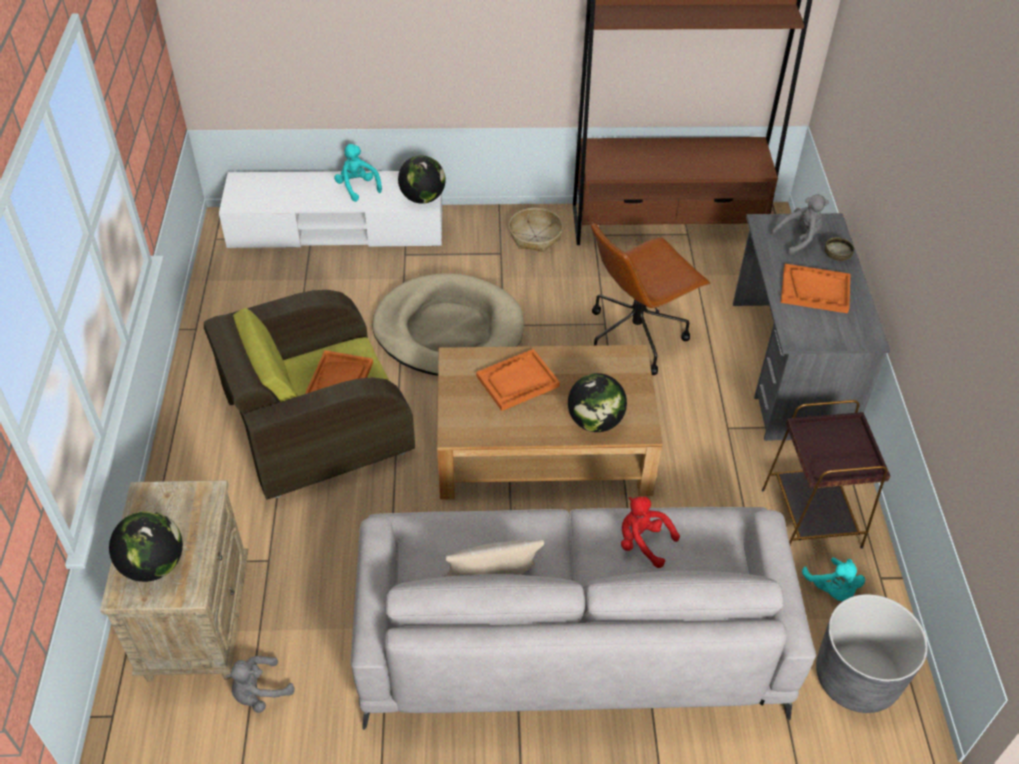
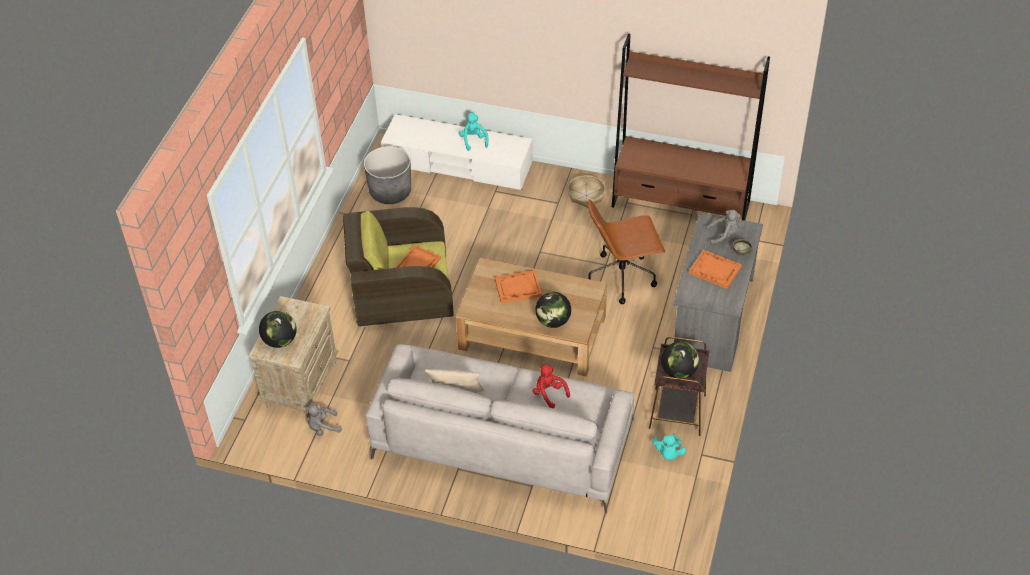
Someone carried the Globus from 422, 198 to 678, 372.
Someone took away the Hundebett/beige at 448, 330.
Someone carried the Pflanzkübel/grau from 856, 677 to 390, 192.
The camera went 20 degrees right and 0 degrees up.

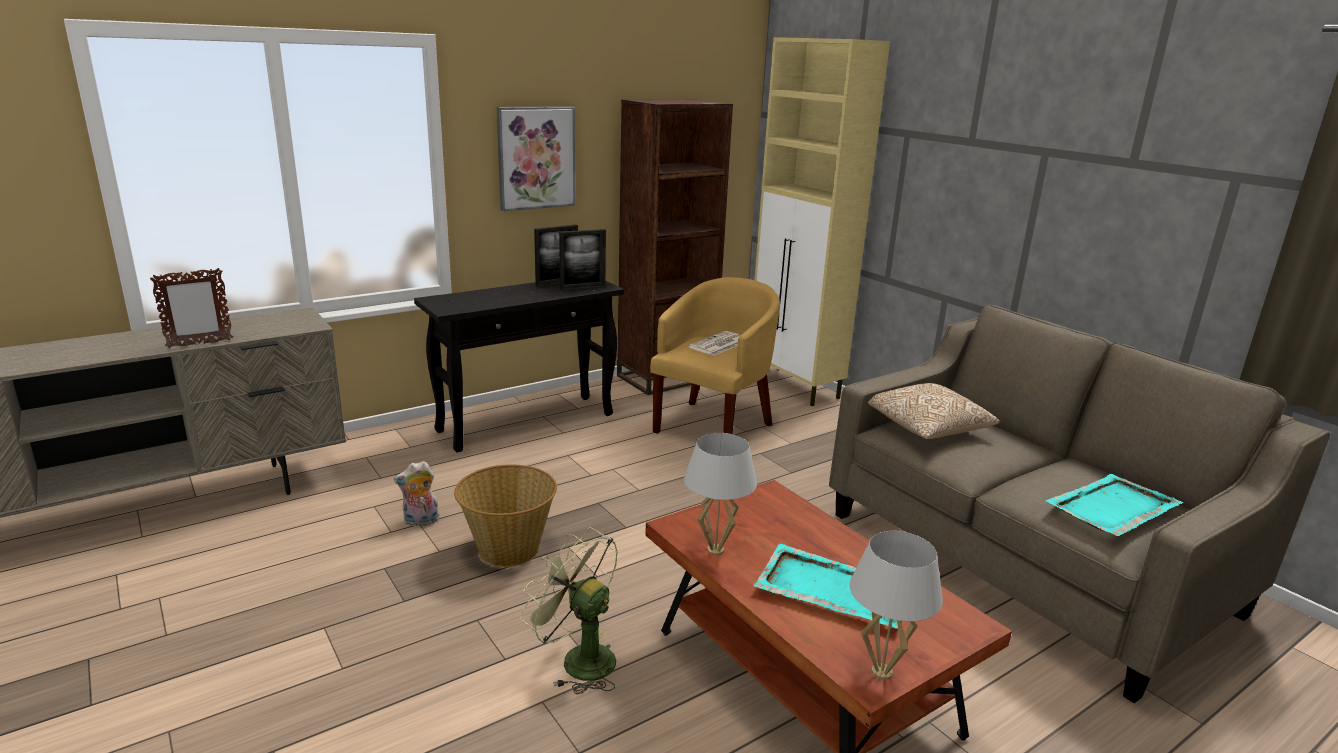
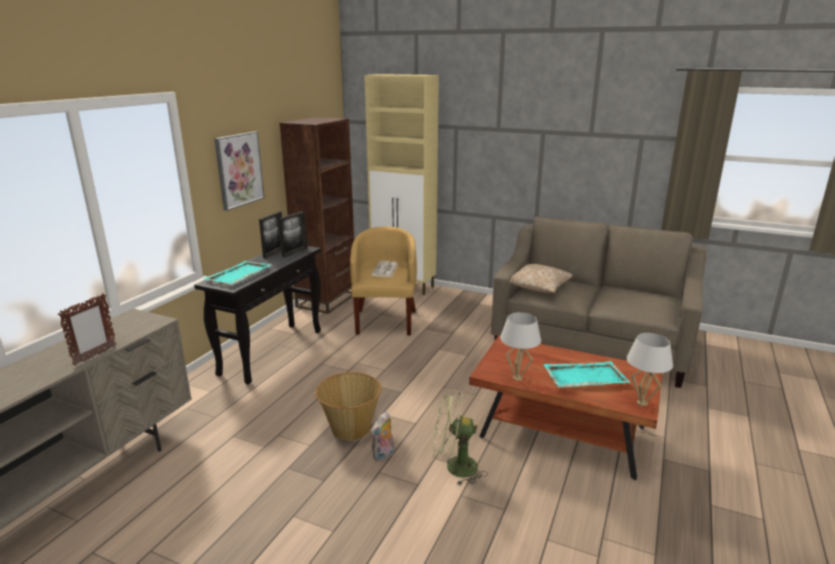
Someone carried the Plüschtier from 420, 521 to 384, 456.
Someone carried the Tablett/türkis from 1111, 508 to 238, 275.
The camera went 30 degrees left and 0 degrees up.

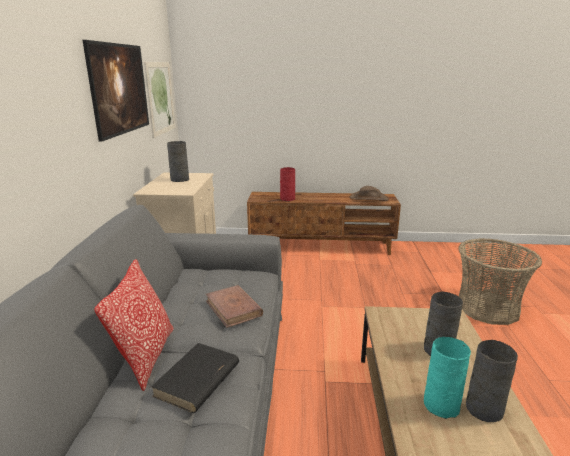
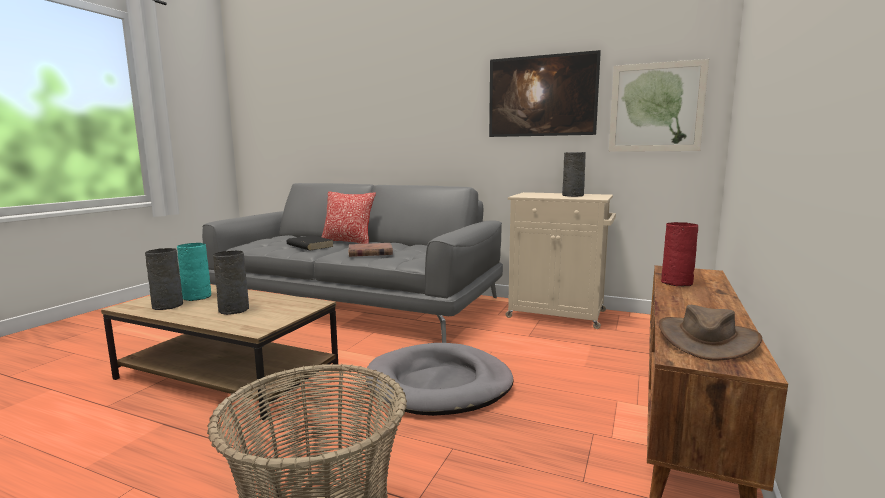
Someone put down the Hundebett/grau at 439, 384.
The camera went 110 degrees right and 10 degrees down.

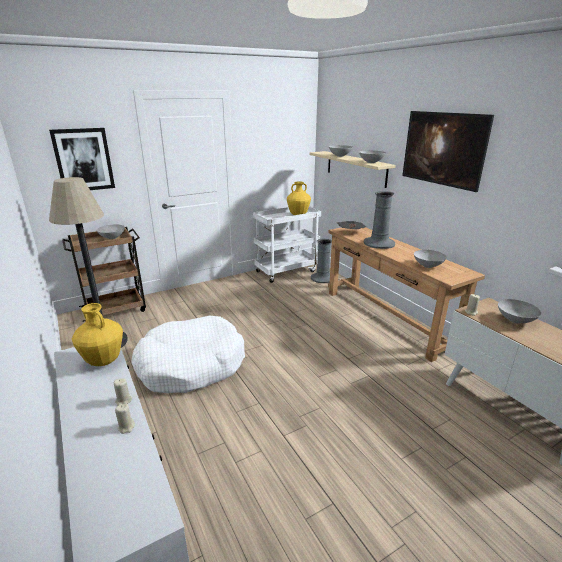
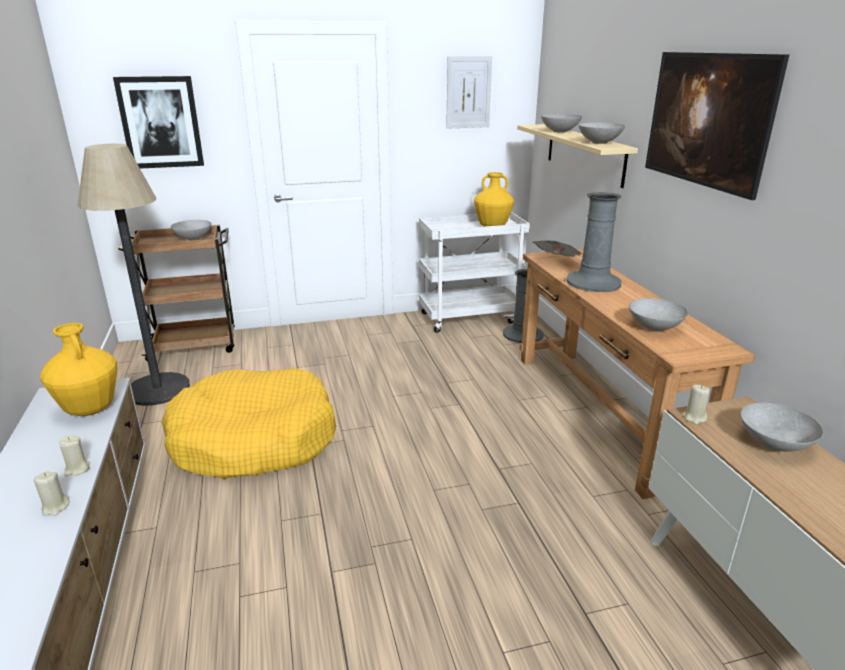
Someone repainted the Hundebett/weiß at 191, 365, which became the Hundebett/gelb at 253, 439.
Someone put up the Bild at 468, 92.
The camera went 15 degrees right and 0 degrees up.

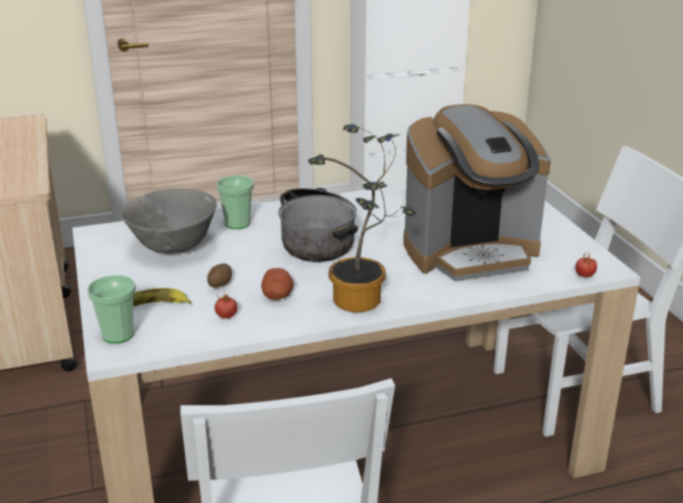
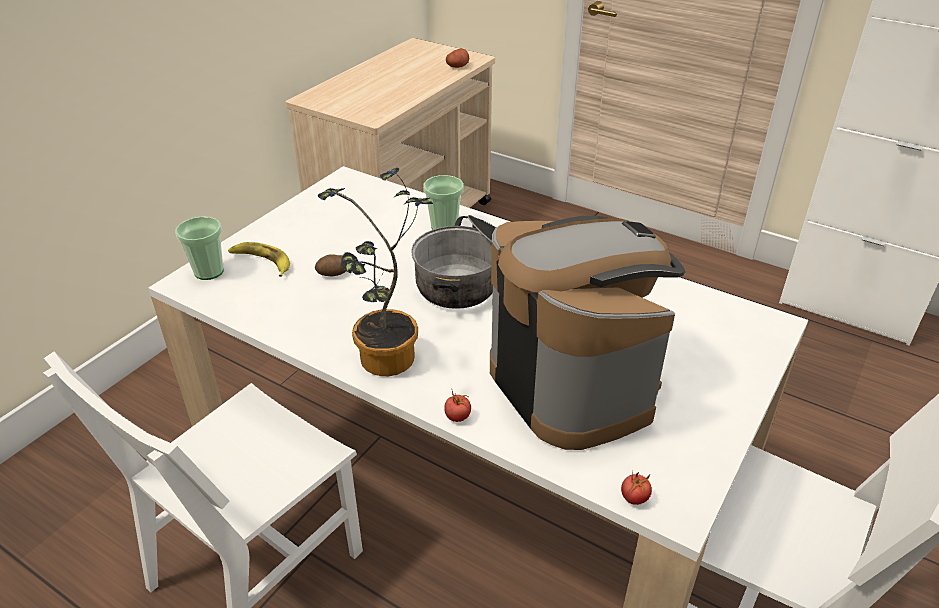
Someone rotated the Kaffeemaschine at 470, 252 by 150 degrees counterclockwise.
Someone took away the Schüssel/grau at 174, 248.
Someone carried the Kartoffel from 277, 295 to 457, 66.
Someone carried the Tomate from 226, 316 to 457, 417.
The camera went 50 degrees right and 10 degrees up.

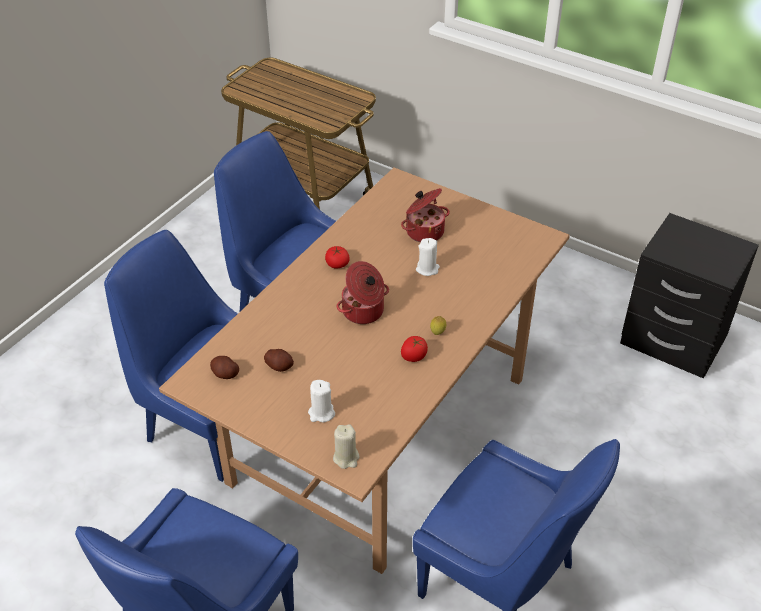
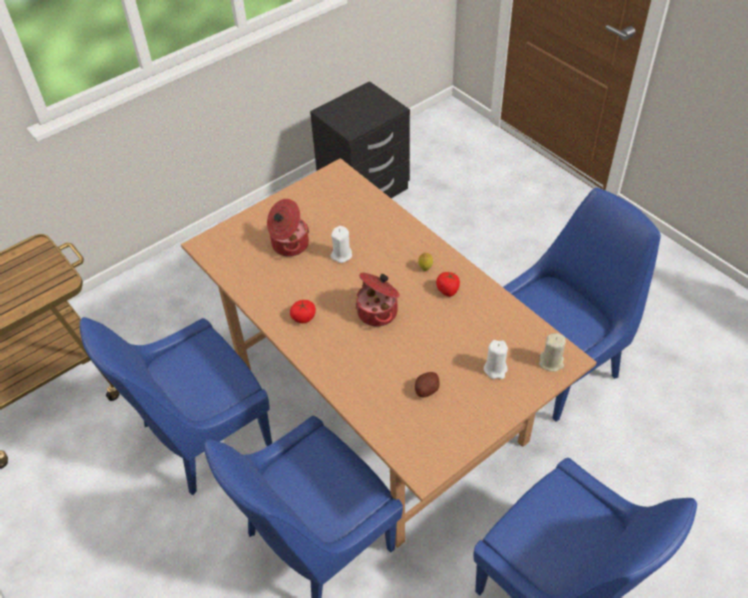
Someone took away the Kartoffel at 225, 374.
The camera went 70 degrees left and 5 degrees up.

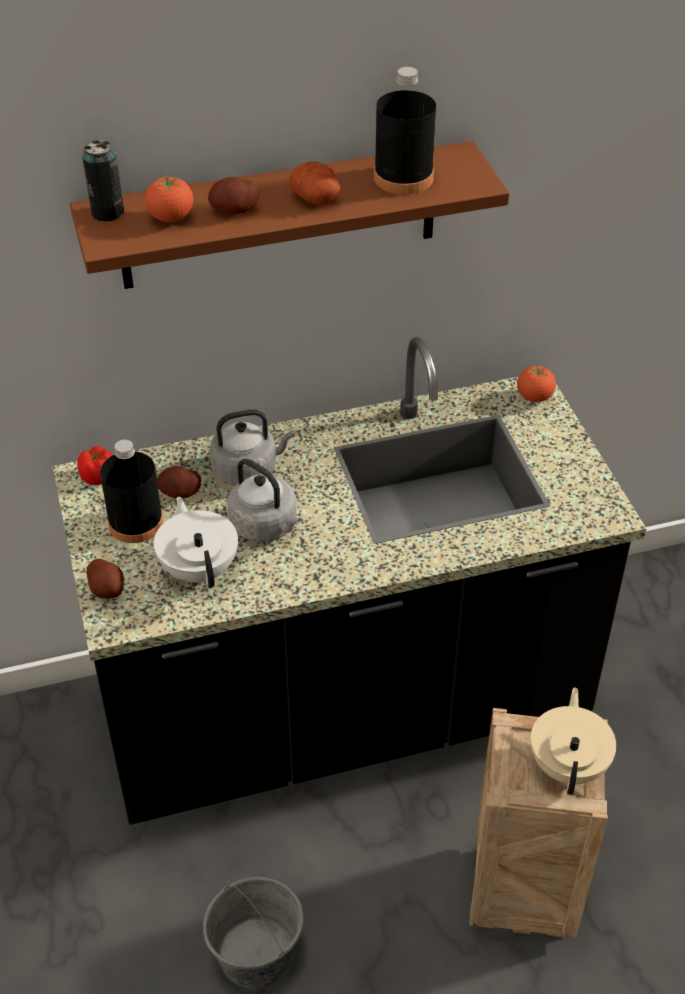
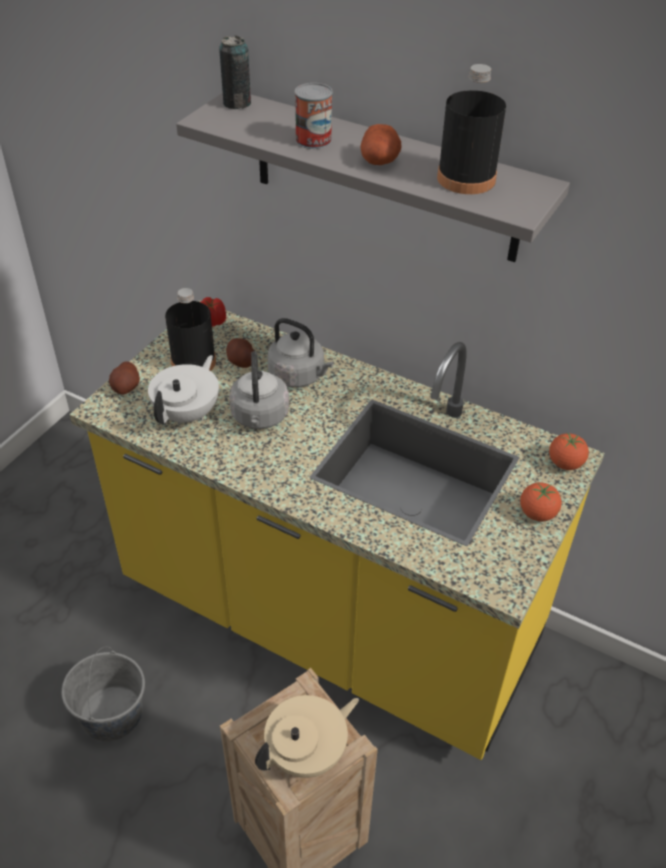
Someone repainted the Wandregal/braun at 279, 216, which became the Wandregal/grau at 384, 176.
Someone carried the Tomate from 171, 218 to 537, 513.
Someone swapped the Kartoffel at 234, 210 for the Dose at 313, 140.
Someone repainted the Küchenzeile/schwarz at 342, 713, which became the Küchenzeile/gelb at 329, 618.
The camera went 45 degrees right and 0 degrees up.

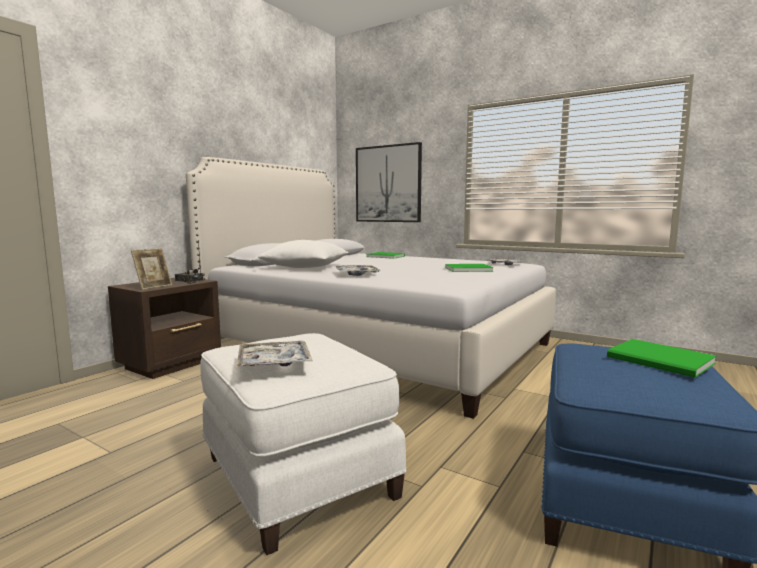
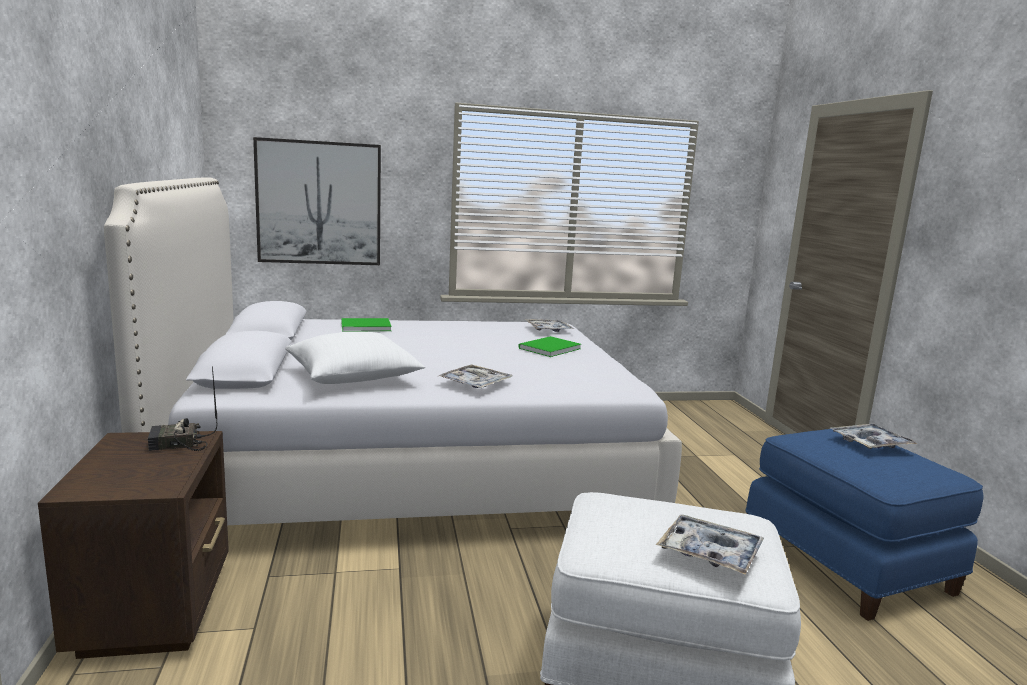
Someone took away the Bilderrahmen at 153, 287.
Someone swapped the Buch/grün at 662, 361 for the Tablett at 870, 443.
The camera went 45 degrees left and 5 degrees up.

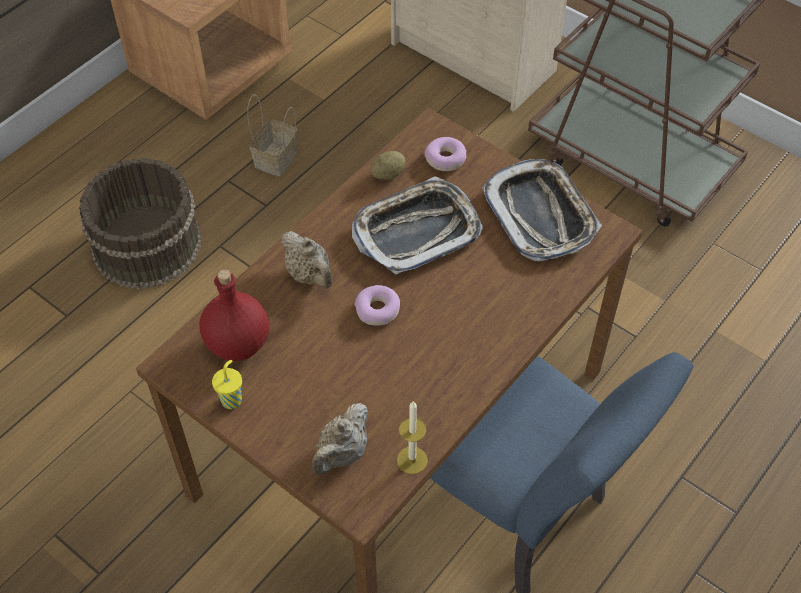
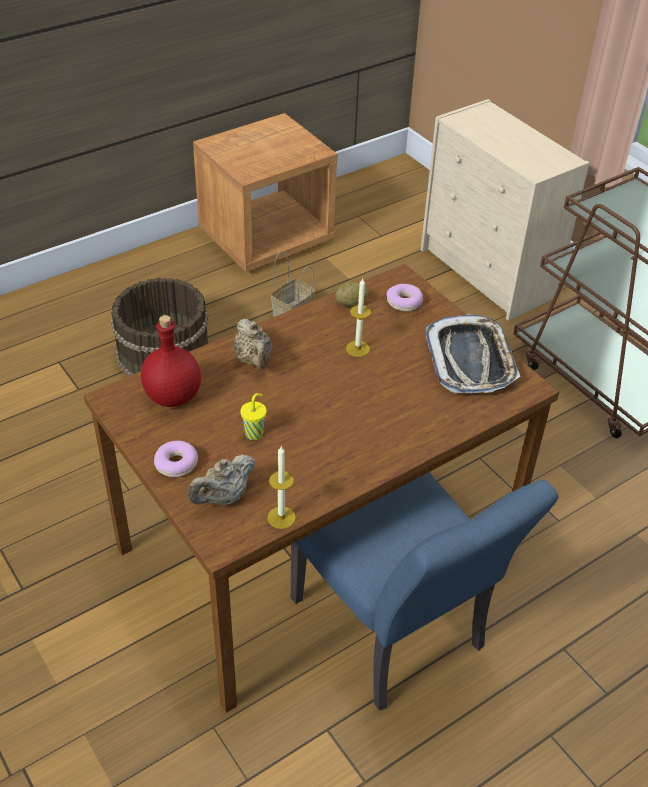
Someone swapped the Tablett at 416, 231 for the Kerze at 357, 349.
Someone carried the Donut from 377, 310 to 176, 464.
Someone carried the Tasse/gelb from 232, 399 to 254, 433.
The camera went 15 degrees right and 10 degrees down.

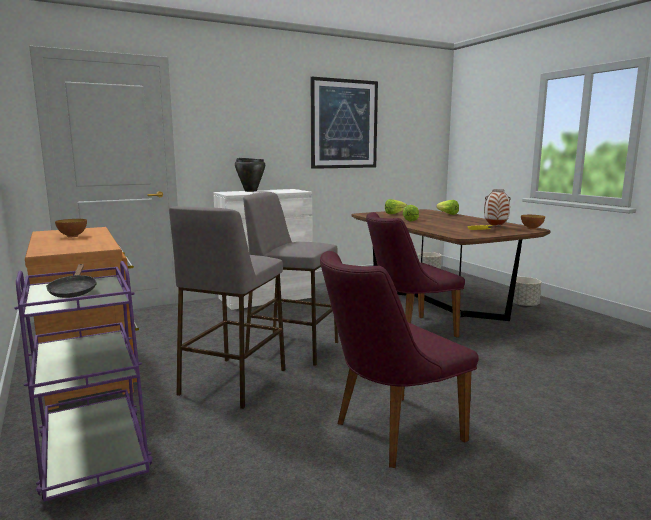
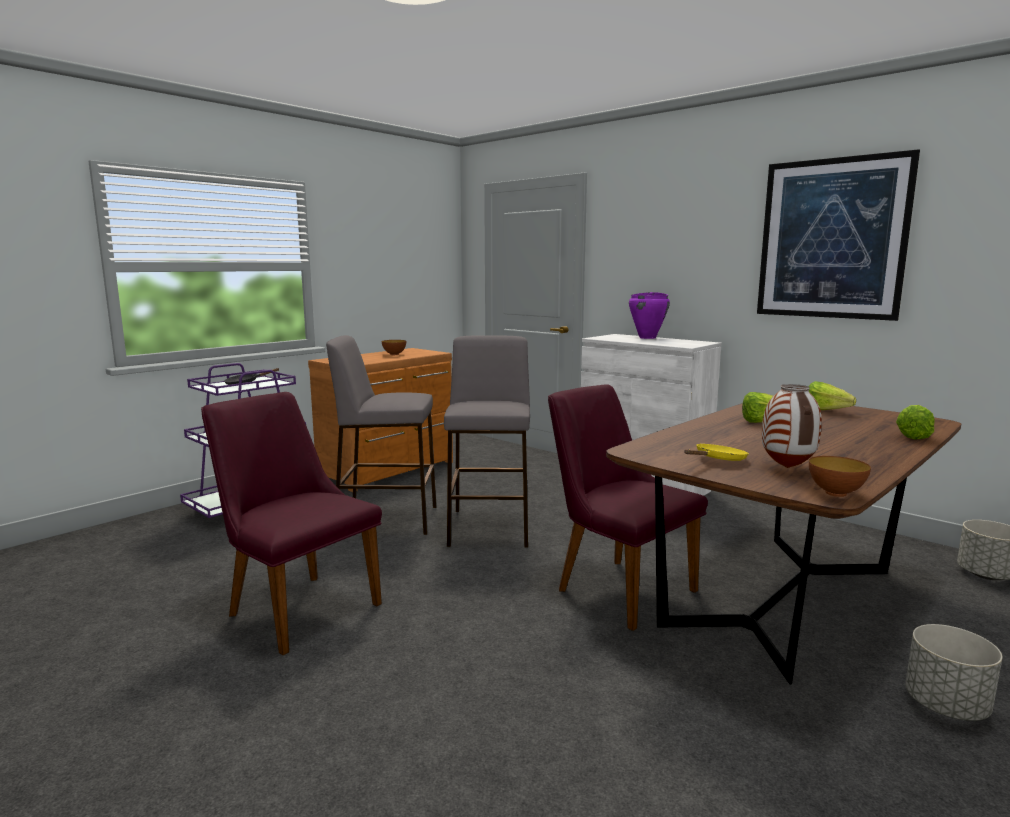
Someone repainted the Kochtopf/schwarz at 250, 191, which became the Kochtopf/lila at 647, 337.
The camera went 70 degrees right and 0 degrees up.

